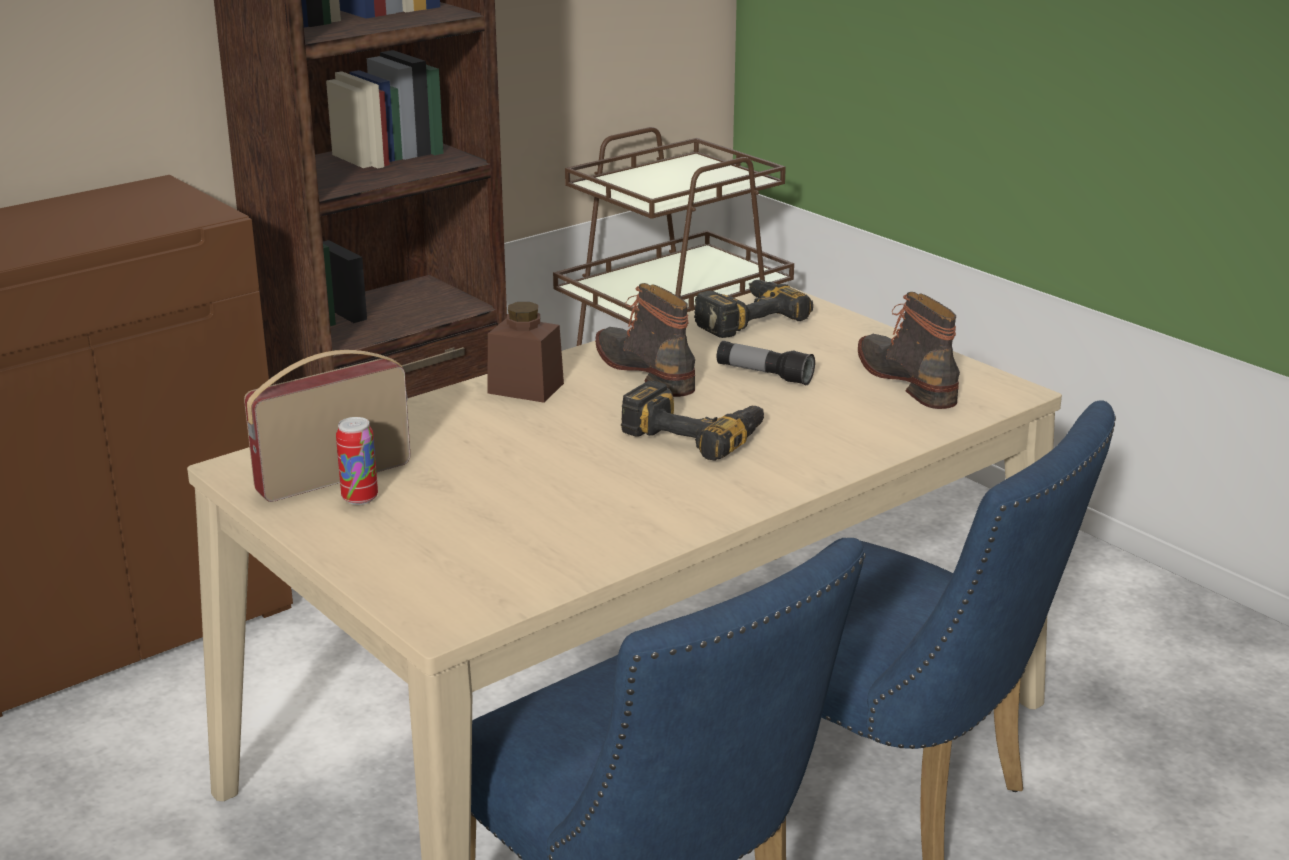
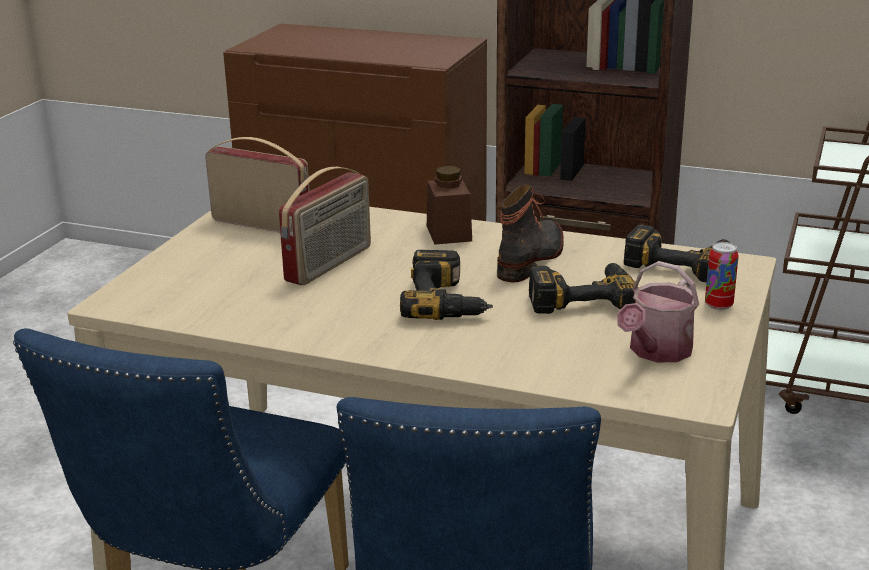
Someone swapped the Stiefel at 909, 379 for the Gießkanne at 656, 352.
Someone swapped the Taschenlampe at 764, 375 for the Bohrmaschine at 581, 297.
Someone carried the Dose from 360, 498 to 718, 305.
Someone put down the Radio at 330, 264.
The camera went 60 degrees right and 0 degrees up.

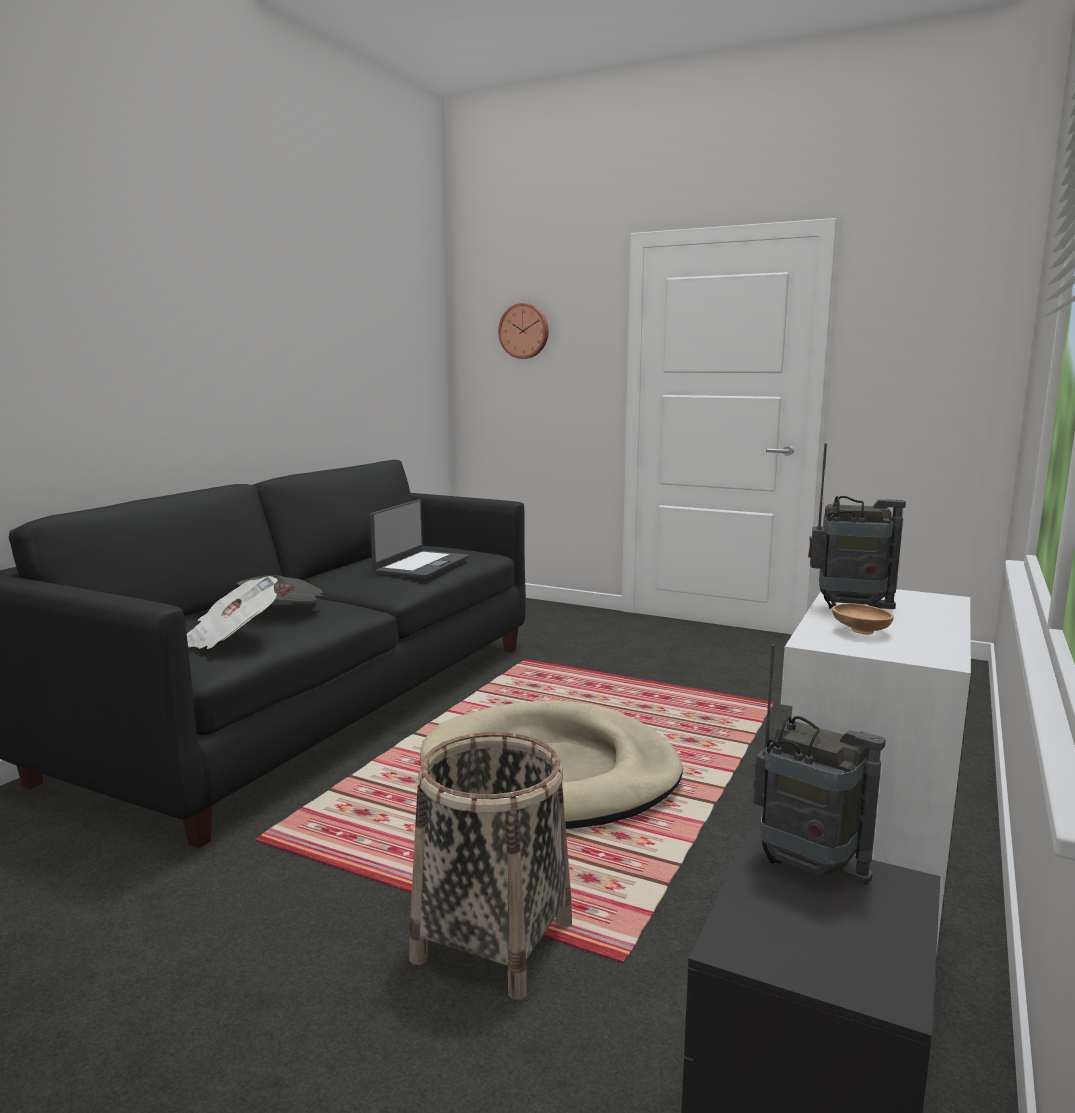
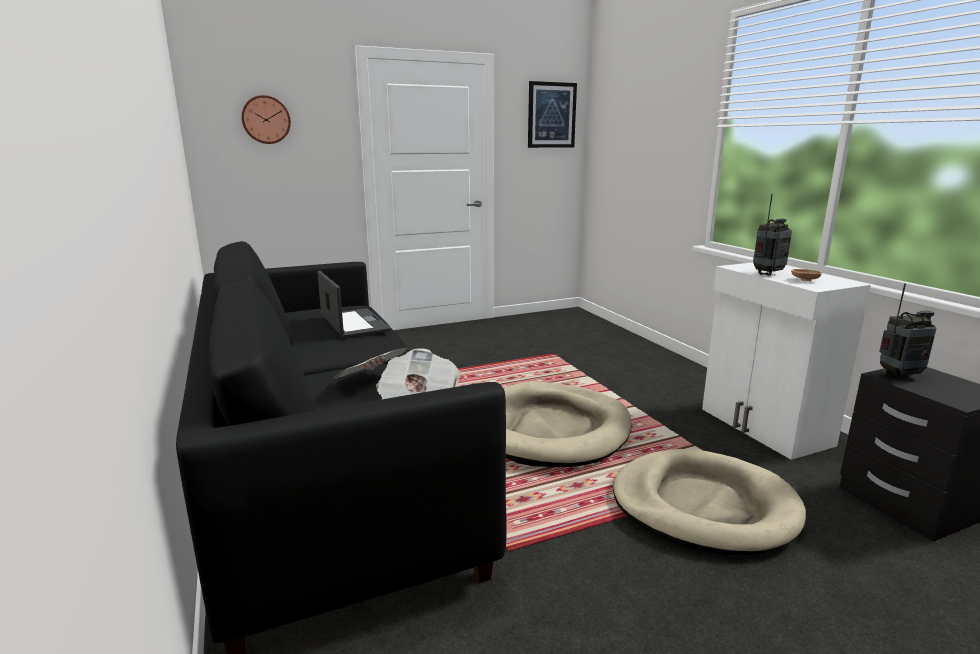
Someone swapped the Korb at 493, 941 for the Hundebett/beige at 703, 506.
Someone put up the Bild at 551, 115.
The camera went 50 degrees left and 5 degrees up.

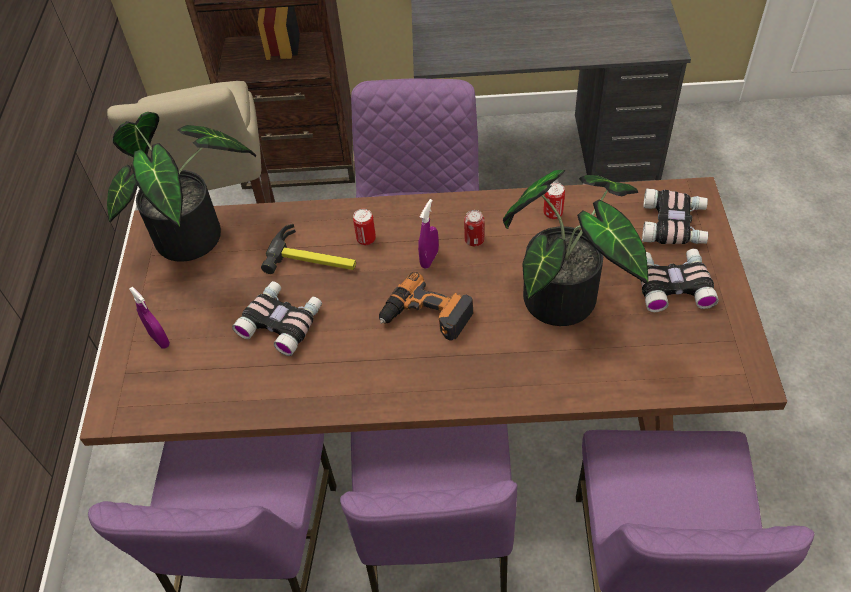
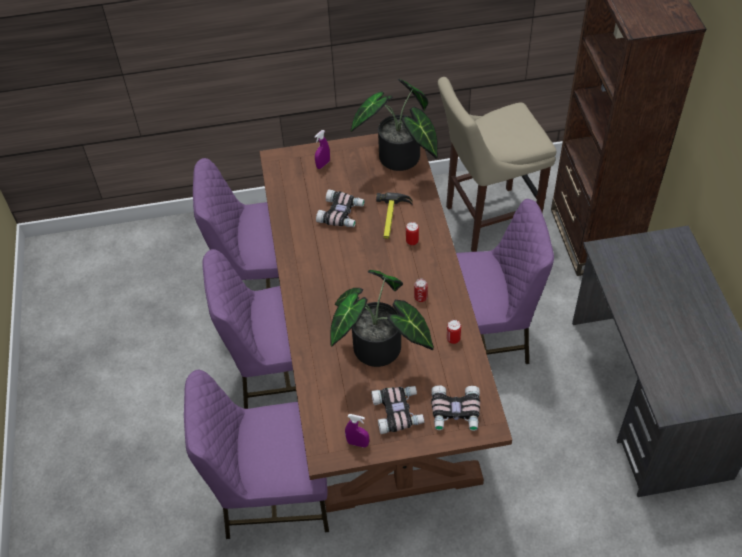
Someone carried the Sprühflasche/lila from 429, 259 to 357, 443.
Someone took away the Bohrmaschine at 426, 316.
The camera went 80 degrees right and 0 degrees up.

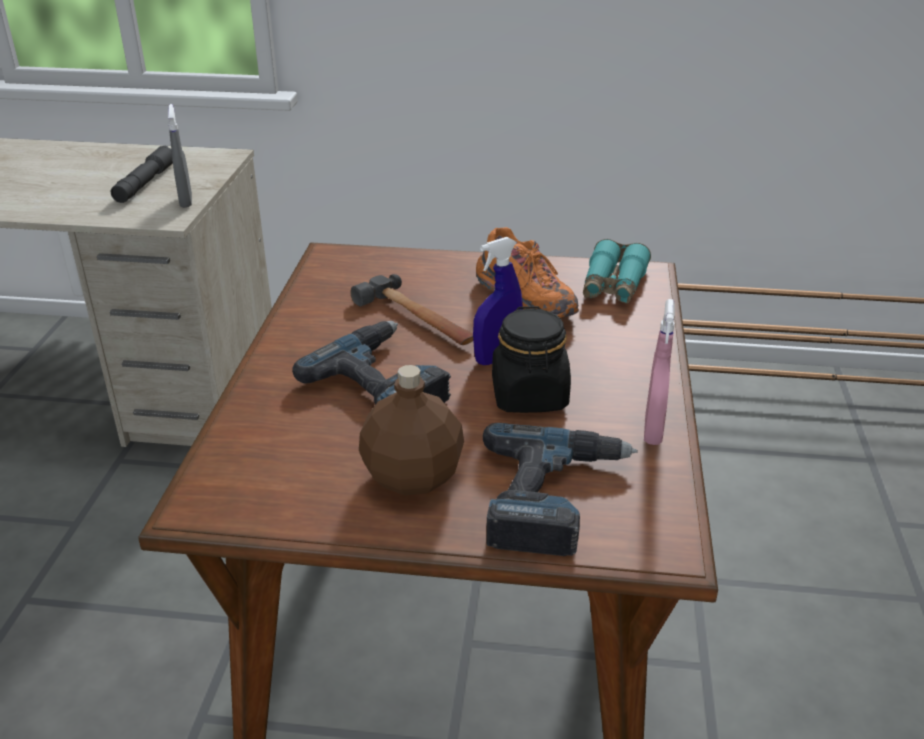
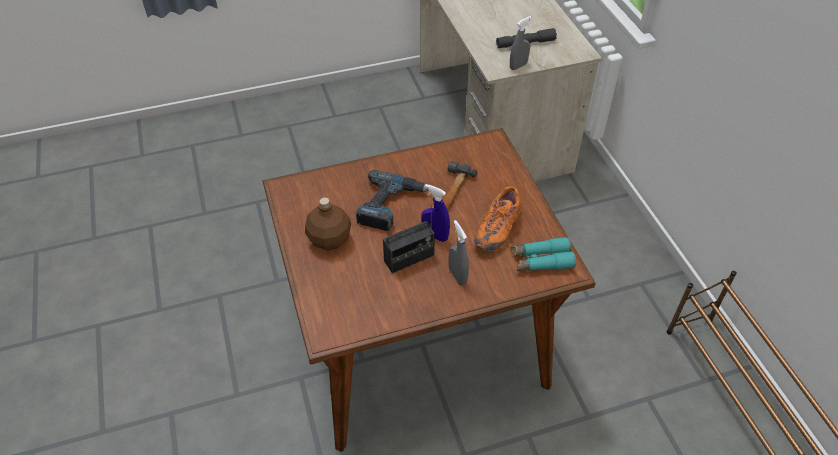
Someone took away the Sprühflasche/rosa at 653, 431.
Someone swapped the Vorratsglas/schwarz at 529, 396 for the Radio at 409, 258.
Someone took away the Bohrmaschine at 553, 498.
Someone put down the Sprühflasche/grau at 457, 276.
The camera went 65 degrees right and 15 degrees up.

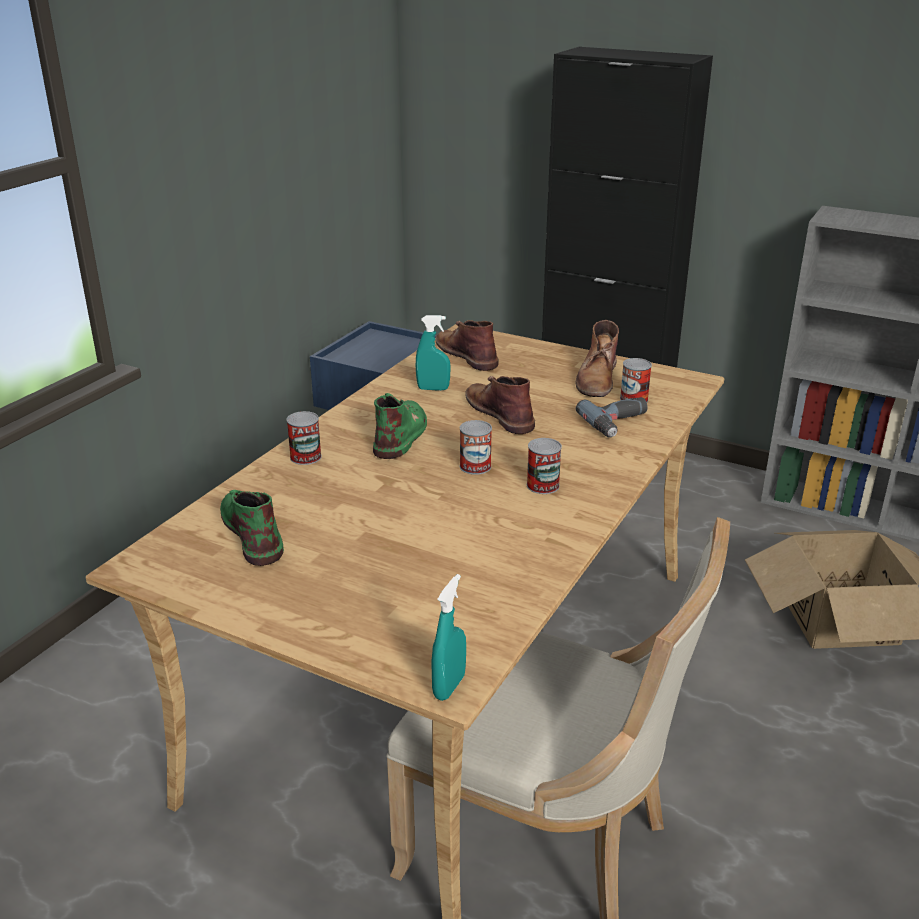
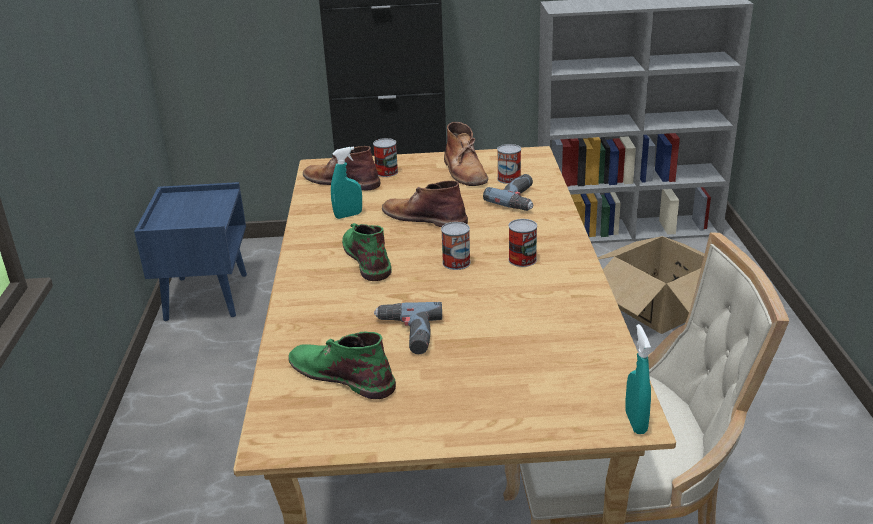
Someone carried the Dose from 305, 457 to 386, 172.
Someone put down the Bohrmaschine at 407, 334.
The camera went 30 degrees left and 0 degrees up.

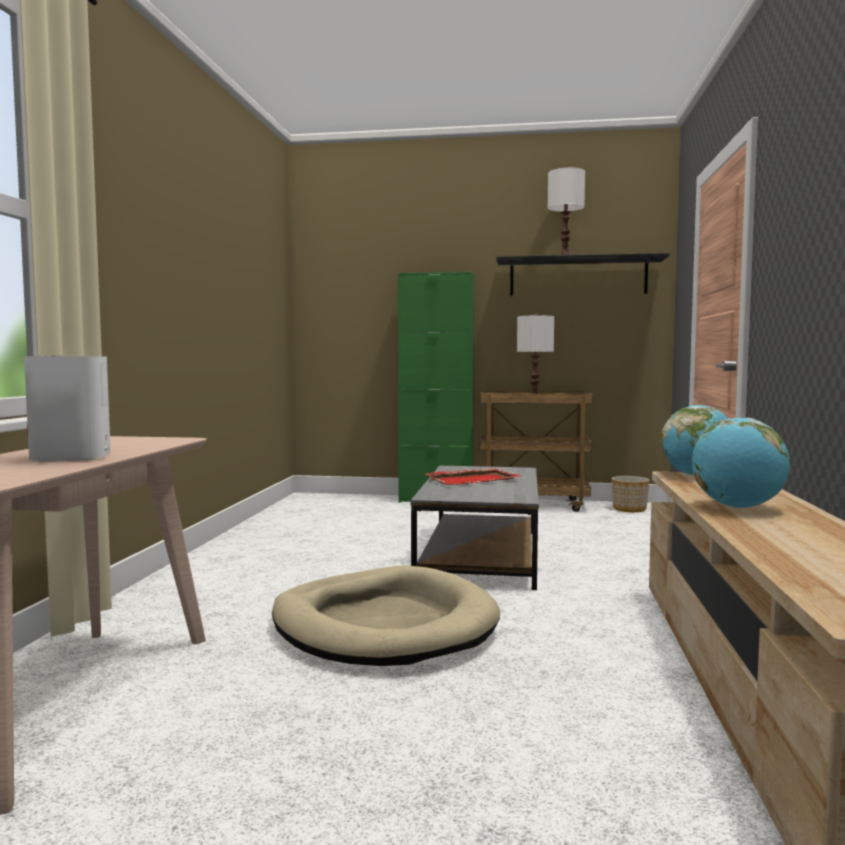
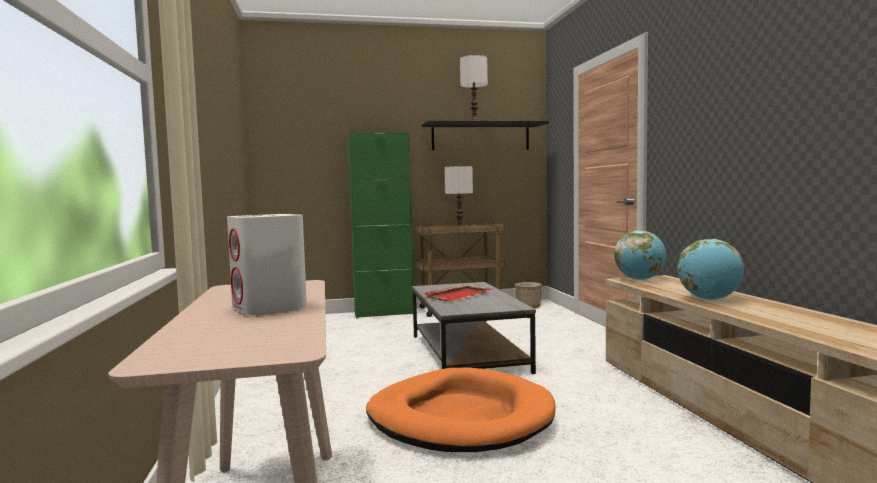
Someone repainted the Hundebett/beige at 383, 625, which became the Hundebett/orange at 460, 417.
The camera went 20 degrees left and 0 degrees up.

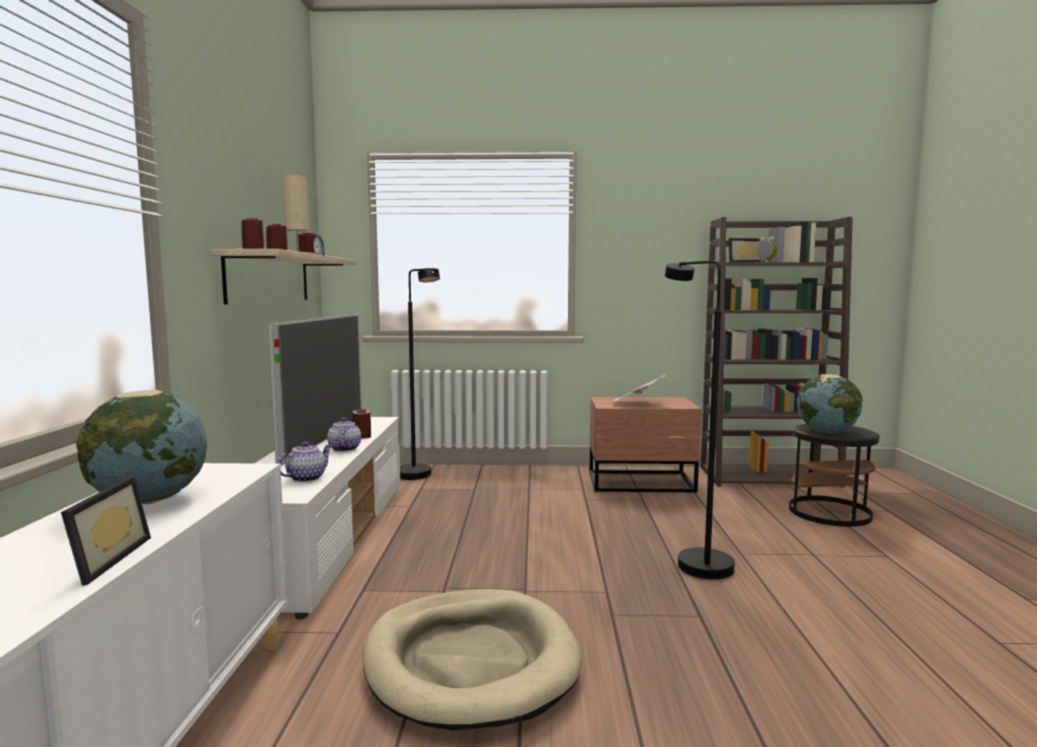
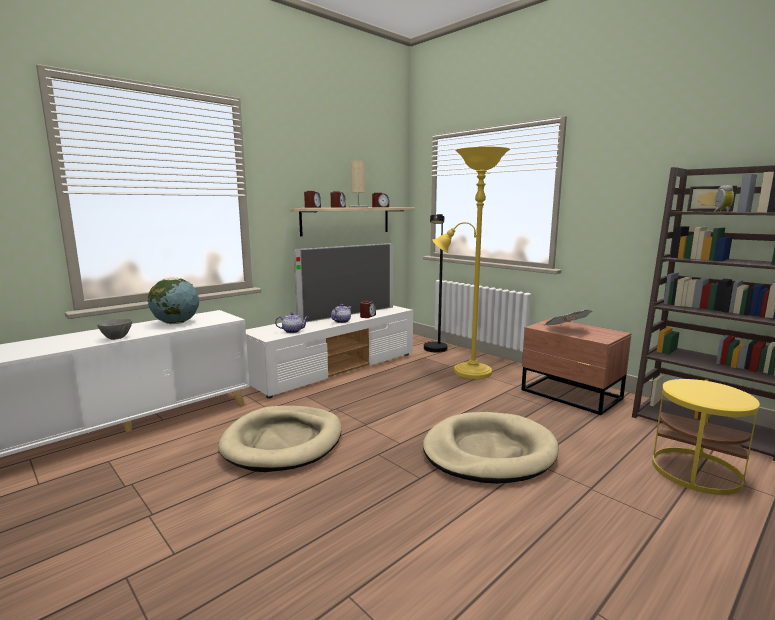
Someone swapped the Stehlampe/schwarz at 695, 561 for the Hundebett/beige at 488, 452.
Someone took away the Globus at 827, 432.
Someone repainted the Beistelltisch/schwarz at 830, 512, which became the Beistelltisch/gelb at 696, 471.
Someone swapped the Bilderrahmen at 101, 560 for the Schüssel/grau at 117, 338.
Someone put down the Stehlampe/gelb at 467, 371.
The camera went 45 degrees right and 5 degrees up.

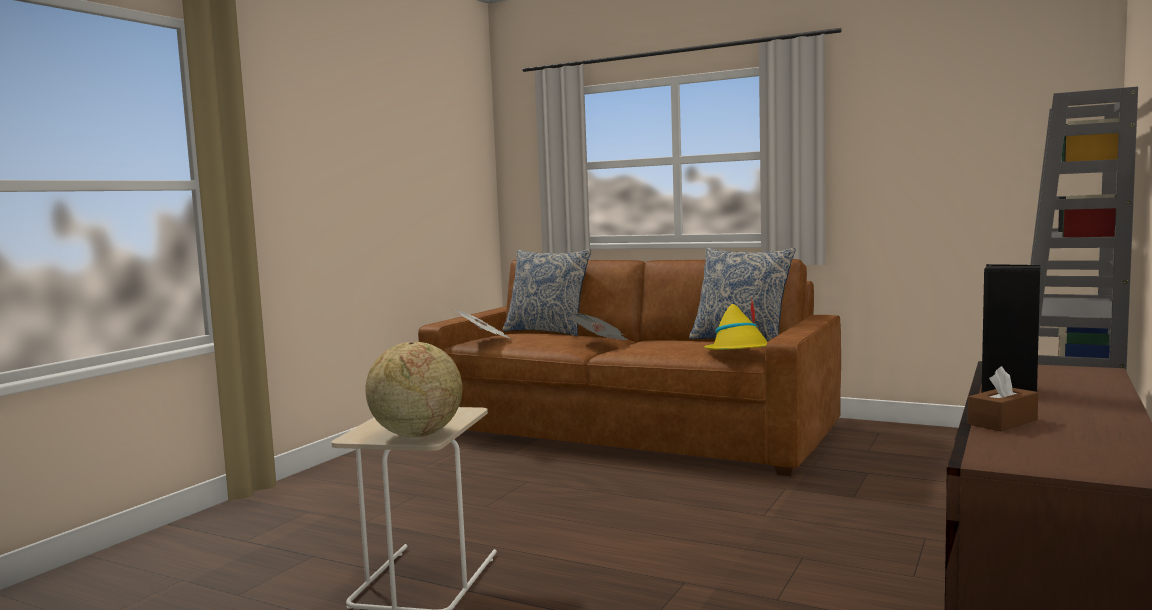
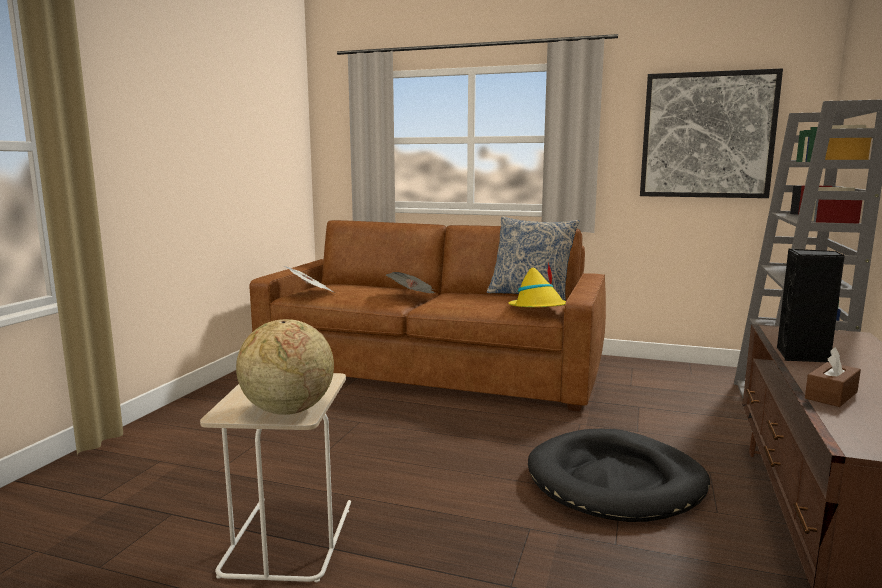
Someone took away the Kissen at 547, 331.
Someone put up the Bild at 707, 135.
Someone put down the Hundebett/schwarz at 616, 481.
The camera went 10 degrees left and 5 degrees up.

